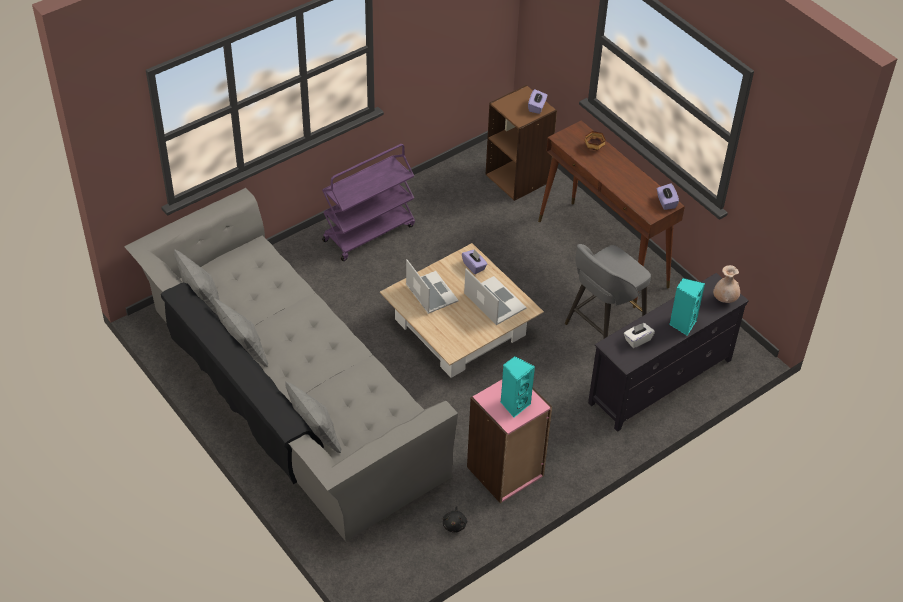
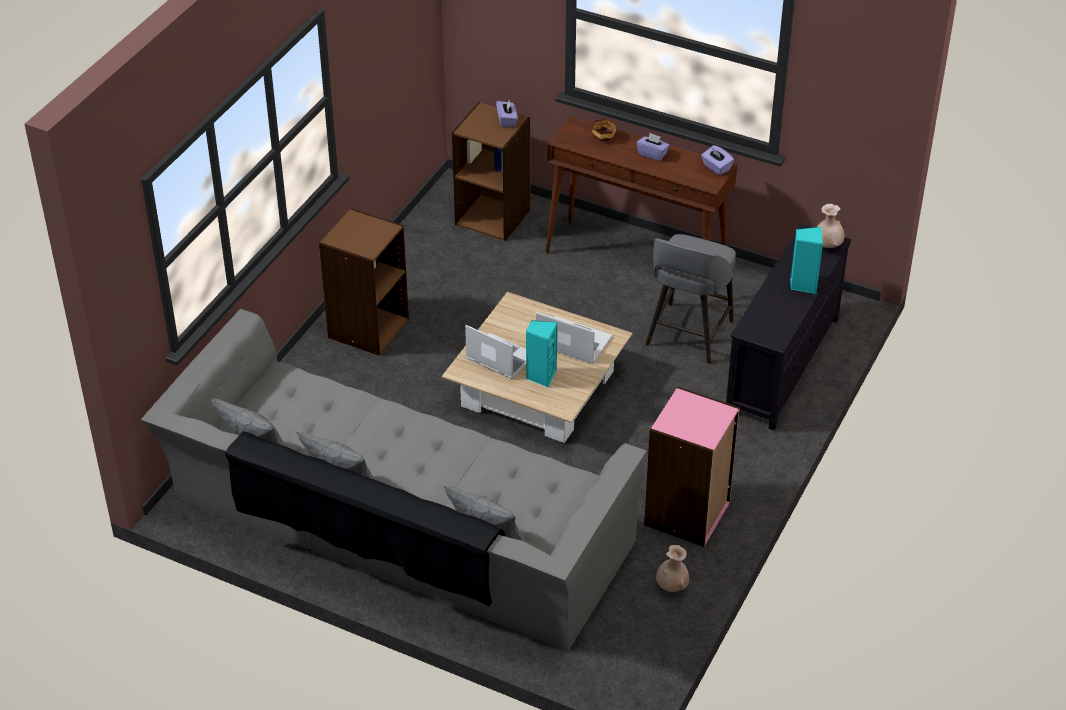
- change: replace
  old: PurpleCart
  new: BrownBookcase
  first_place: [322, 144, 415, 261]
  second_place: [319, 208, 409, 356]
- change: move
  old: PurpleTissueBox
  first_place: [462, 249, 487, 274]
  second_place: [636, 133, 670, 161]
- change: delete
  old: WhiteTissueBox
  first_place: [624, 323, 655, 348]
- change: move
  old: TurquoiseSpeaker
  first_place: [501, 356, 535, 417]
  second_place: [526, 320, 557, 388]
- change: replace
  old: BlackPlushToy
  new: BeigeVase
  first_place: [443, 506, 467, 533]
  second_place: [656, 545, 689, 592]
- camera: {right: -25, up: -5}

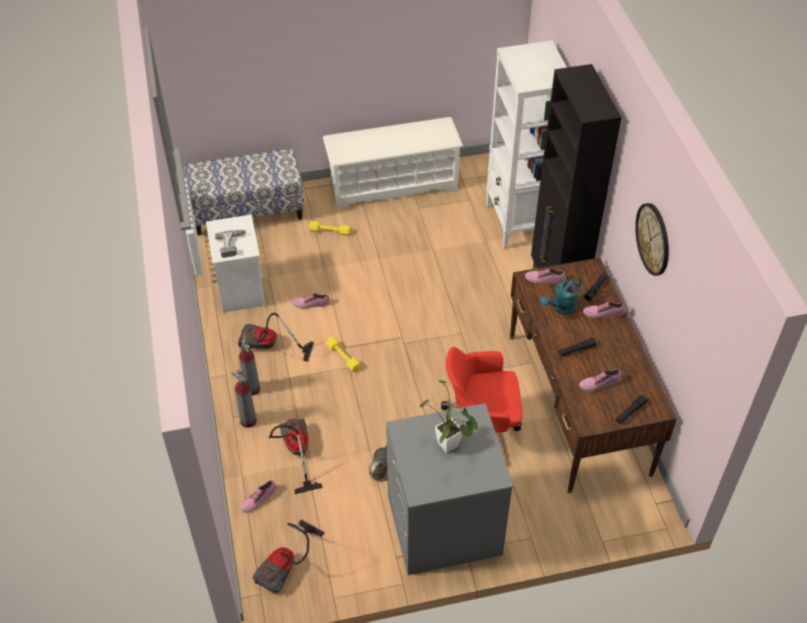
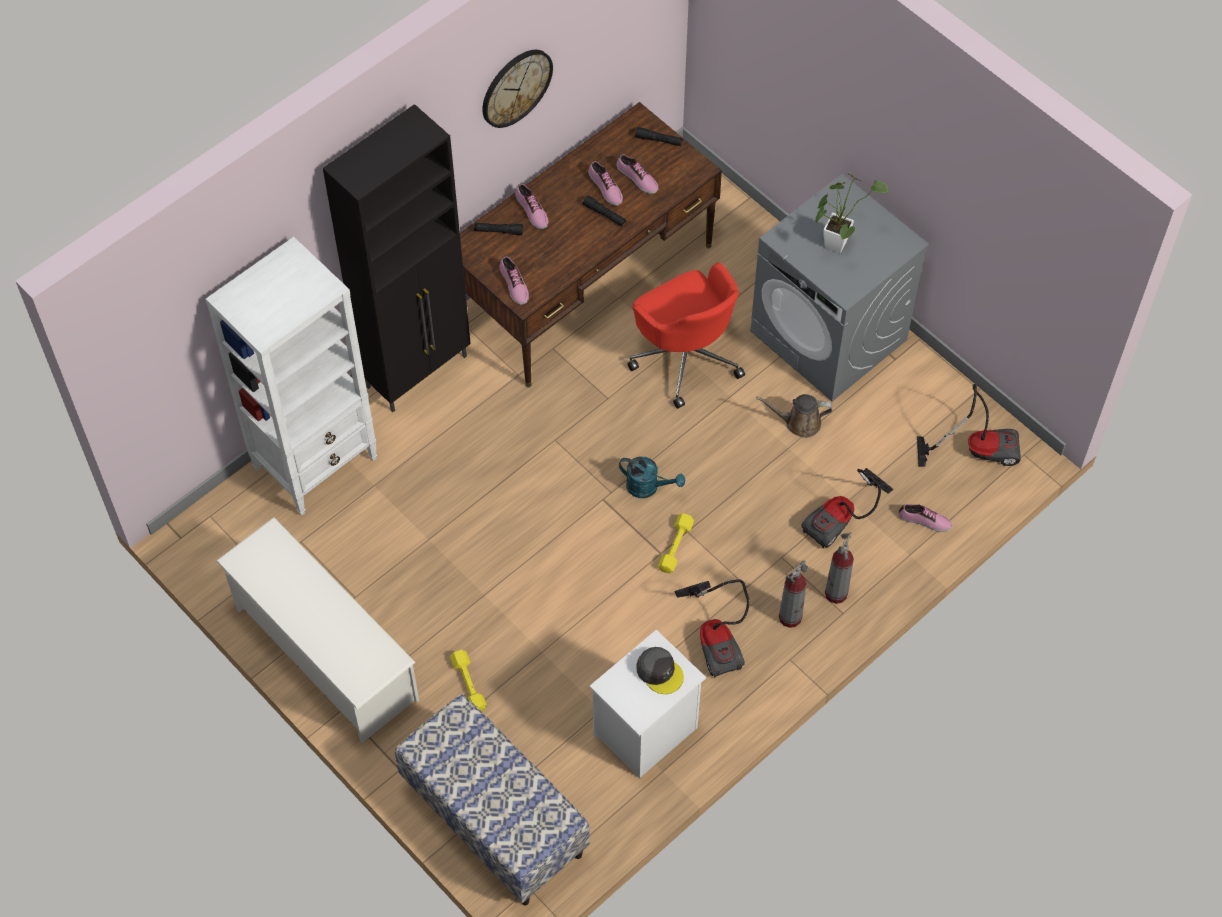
- change: replace
  old: PowerDrill
  new: GreyCap
  first_place: [215, 230, 247, 258]
  second_place: [636, 647, 684, 694]
- change: move
  old: TurquoiseWateringCan
  first_place: [540, 277, 582, 315]
  second_place: [619, 456, 685, 498]
- change: move
  old: Shoe
  first_place: [293, 293, 330, 308]
  second_place: [588, 161, 623, 206]
- camera: {right: -120, up: 10}

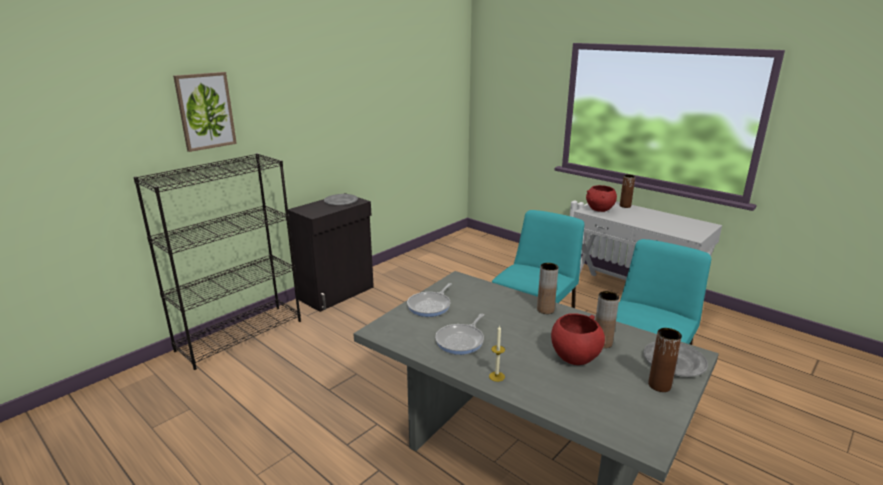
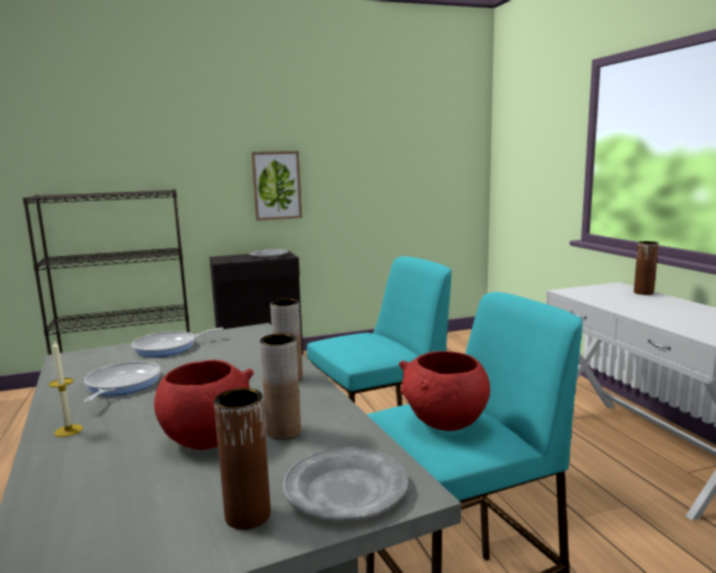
- change: move
  old: Picture
  first_place: [173, 72, 237, 152]
  second_place: [251, 151, 302, 221]
- change: move
  old: RedBowl
  first_place: [586, 185, 617, 212]
  second_place: [398, 351, 490, 431]
- change: rotate
  old: FryingPan
  first_place: [435, 314, 484, 355]
  second_place: [84, 361, 161, 403]
  degrees: 120
- camera: {right: 30, up: -10}

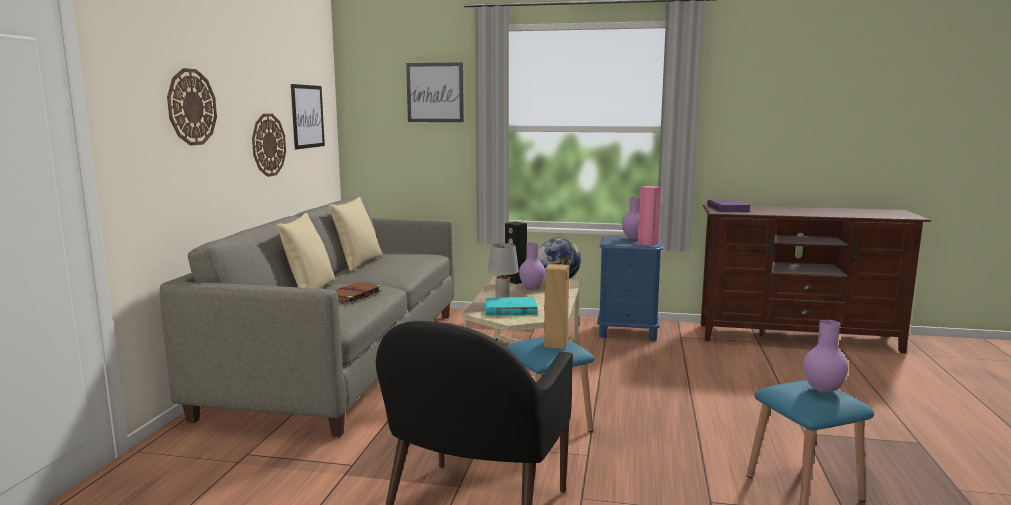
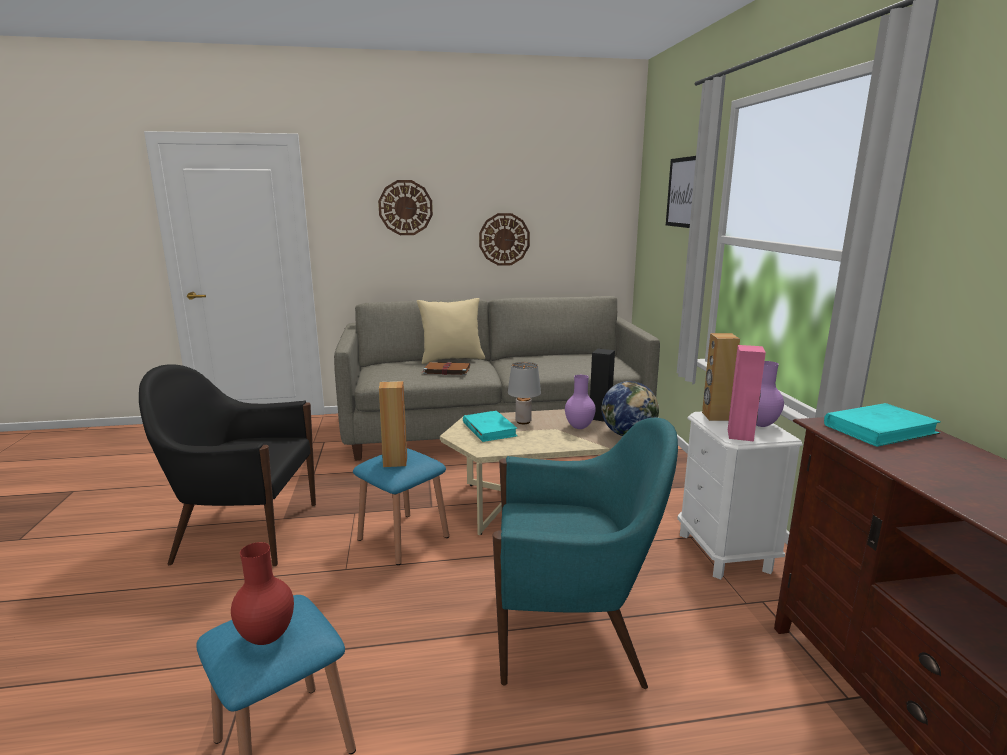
- change: delete
  old: Picture
  first_place: [291, 84, 325, 149]
- change: delete
  old: BeigePillow
  first_place: [329, 197, 382, 271]
- change: recolor
  old: PurpleBook
  new: TurquoiseBook
  first_place: [707, 199, 751, 212]
  second_place: [824, 403, 941, 447]
- change: recolor
  old: BlueNightstand
  new: WhiteNightstand
  first_place: [597, 236, 663, 341]
  second_place: [677, 411, 803, 580]
- change: recolor
  old: PurpleVase
  new: RedVase
  first_place: [803, 320, 848, 393]
  second_place: [231, 542, 294, 645]
- change: insert
  new: BrownSpeaker
  second_place: [702, 333, 740, 421]
- change: insert
  new: TurquoiseArmchair
  second_place: [493, 418, 678, 689]
- camera: {right: 70, up: 5}

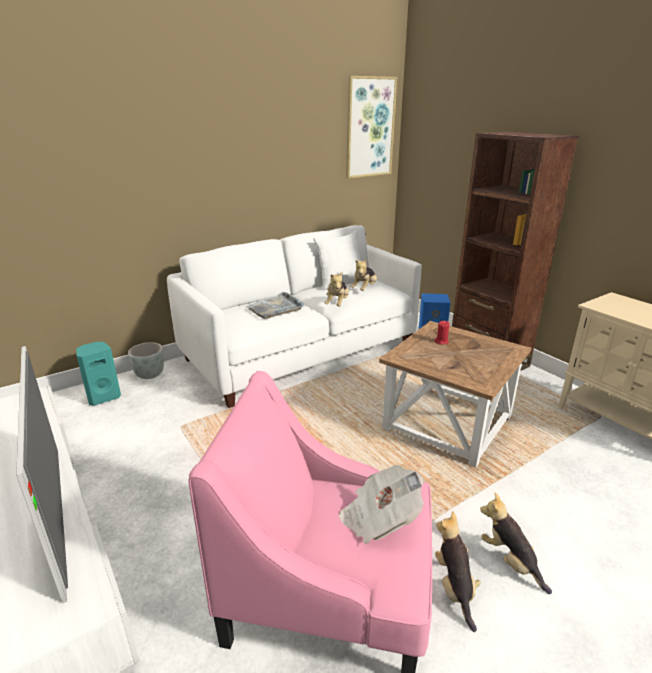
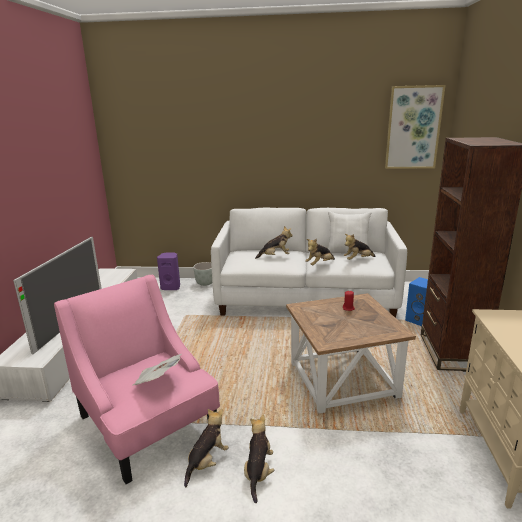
- change: replace
  old: GreyTray
  new: PlushToy
  first_place: [246, 292, 304, 319]
  second_place: [255, 226, 293, 259]
- change: recolor
  old: TurquoiseSpeaker
  new: PurpleSpeaker
  first_place: [76, 342, 121, 406]
  second_place: [157, 253, 180, 290]
- camera: {right: 40, up: -5}

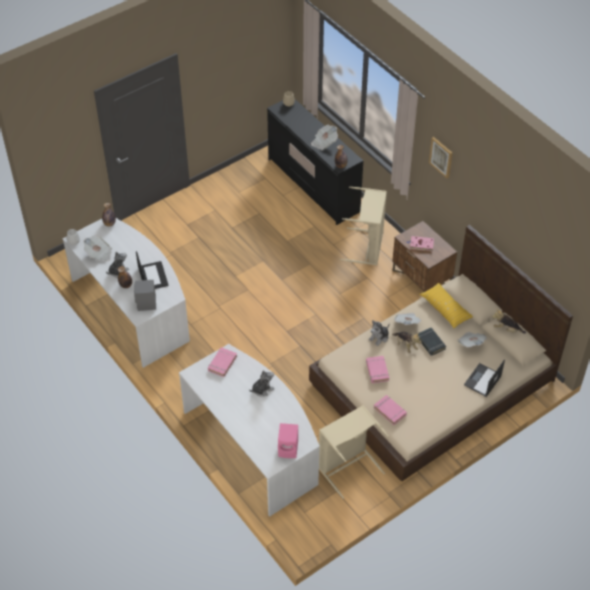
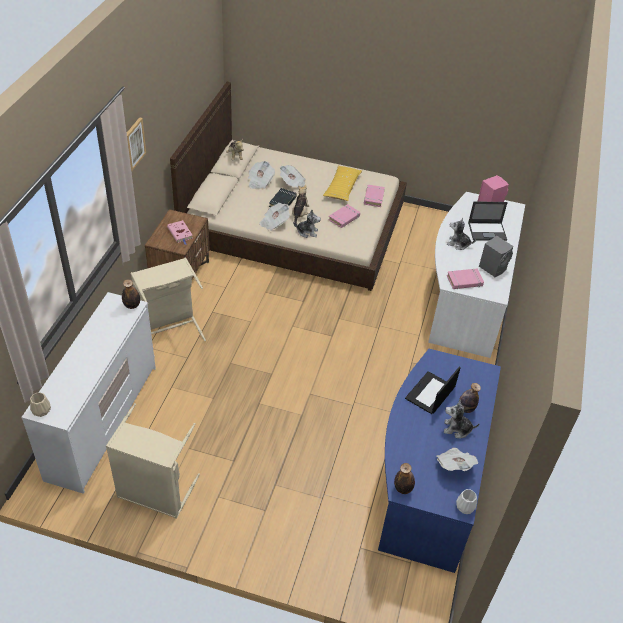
- change: recolor
  old: BlackDresser
  new: WhiteDresser
  first_place: [267, 99, 364, 225]
  second_place: [21, 292, 156, 494]
- change: move
  old: Newspaper
  first_place: [311, 125, 338, 150]
  second_place: [280, 165, 306, 188]
- change: recolor
  old: WhiteDesk
  new: BlueDesk
  first_place: [63, 218, 190, 368]
  second_place: [378, 349, 501, 573]
- change: move
  old: GreySpeaker
  first_place: [134, 280, 156, 311]
  second_place: [479, 236, 513, 277]
- change: move
  old: YellowPillow
  first_place: [419, 283, 473, 328]
  second_place: [323, 166, 362, 201]
- change: move
  old: Laptop
  first_place: [464, 359, 505, 397]
  second_place: [468, 201, 508, 241]
- change: move
  old: BeigeLaundryBasket
  first_place: [319, 405, 389, 499]
  second_place: [106, 403, 200, 519]
- camera: {right: -130, up: -5}

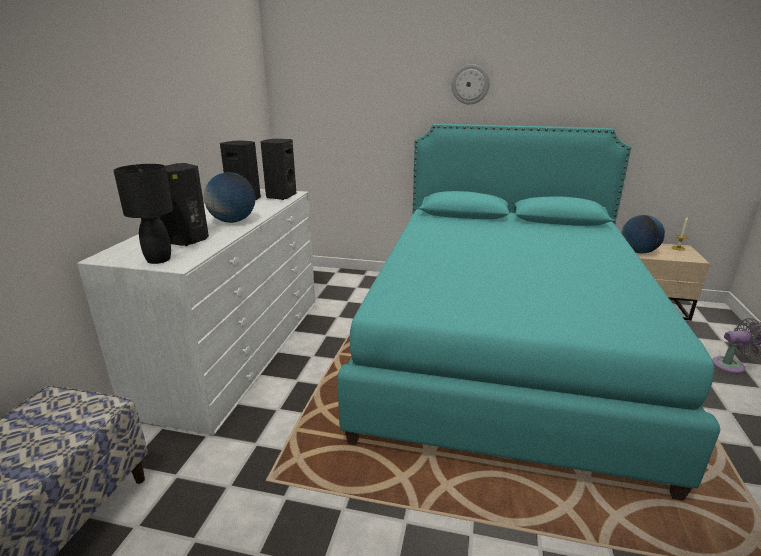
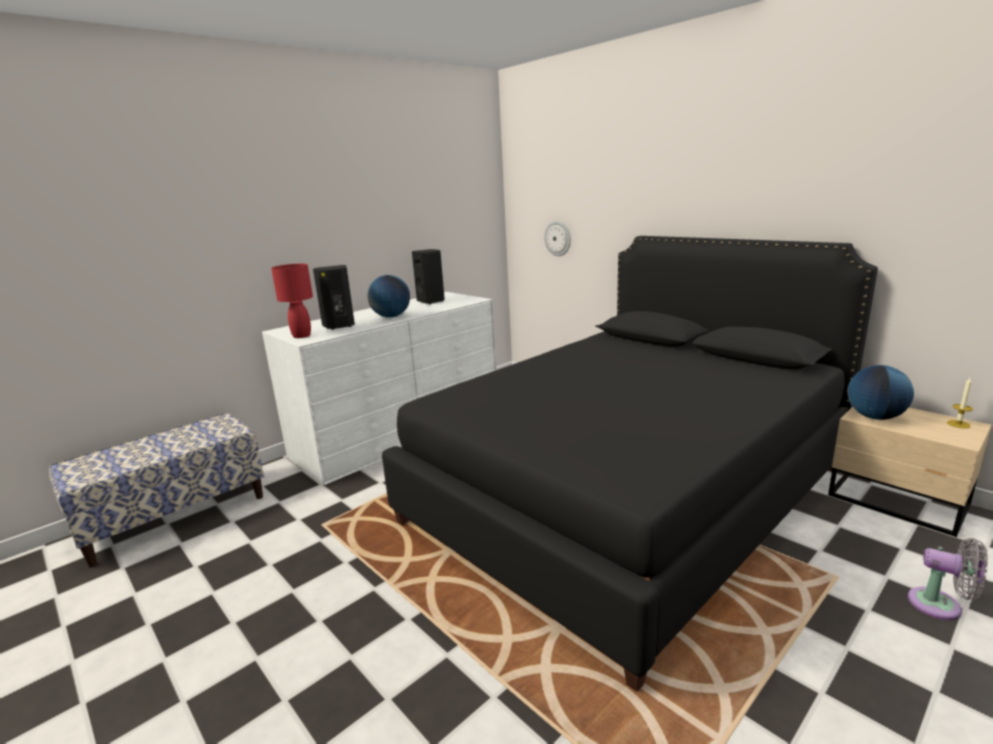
- change: move
  old: WallClock
  first_place: [452, 64, 490, 104]
  second_place: [544, 221, 571, 256]
- change: recolor
  old: TurquoiseBed
  new: BlackBed
  first_place: [337, 123, 720, 501]
  second_place: [382, 236, 878, 692]
- change: delete
  old: BlackSpeaker
  first_place: [260, 139, 296, 200]
- change: recolor
  old: BlackTableLamp
  new: RedTableLamp
  first_place: [113, 164, 173, 264]
  second_place: [271, 264, 313, 338]
- camera: {right: 35, up: -5}

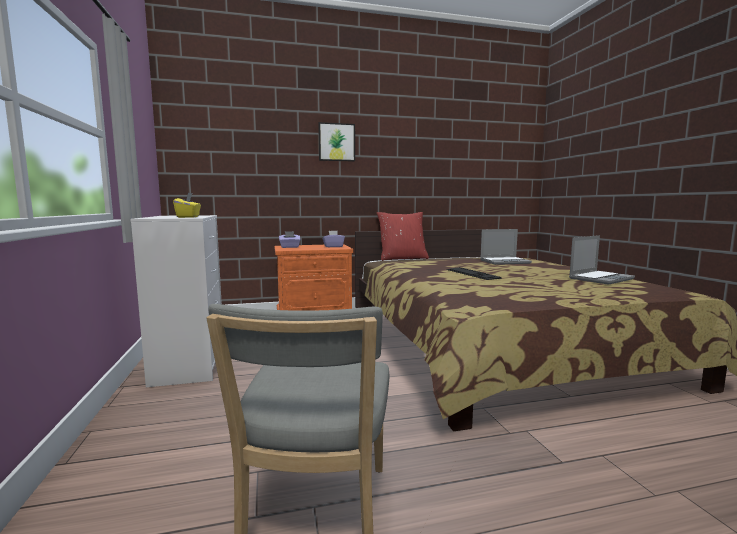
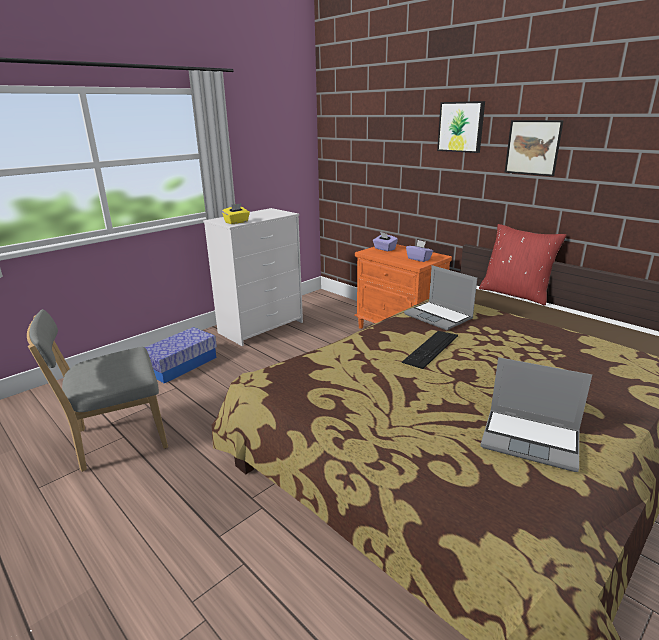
- change: move
  old: Laptop
  first_place: [480, 229, 532, 265]
  second_place: [404, 265, 477, 330]
- change: insert
  new: Picture
  second_place: [505, 120, 564, 176]
- change: insert
  new: StorageBox
  second_place: [145, 327, 217, 384]
- camera: {right: 60, up: 15}

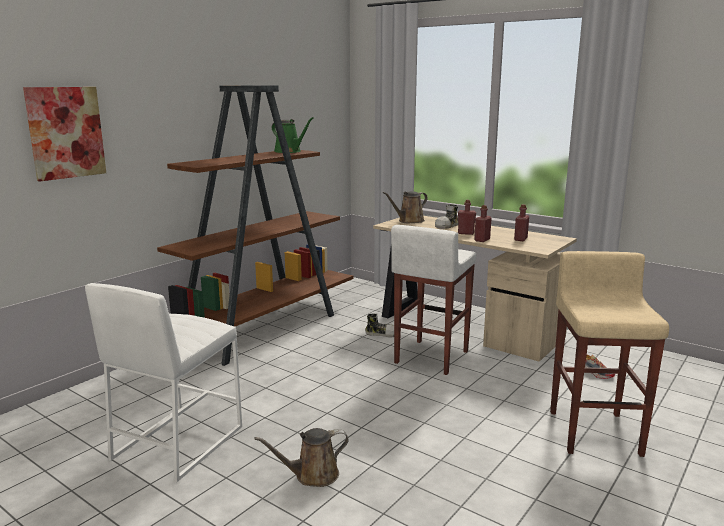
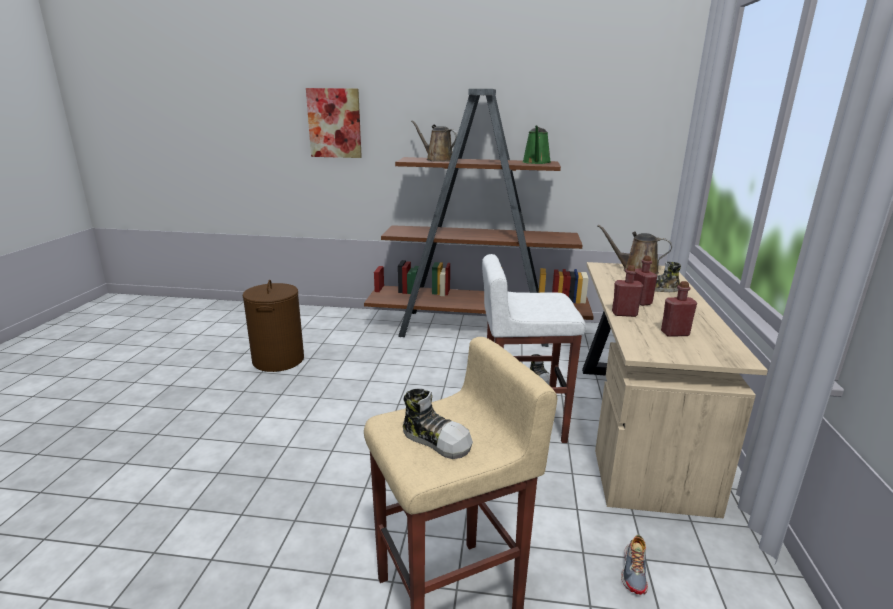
- change: replace
  old: WhiteStool
  new: BrownLaundryBasket
  first_place: [85, 283, 242, 482]
  second_place: [242, 280, 304, 372]
- change: move
  old: BrownWateringCan
  first_place: [254, 428, 349, 487]
  second_place: [411, 120, 458, 162]
- change: insert
  new: Shoe
  second_place: [403, 389, 473, 459]
- camera: {right: 60, up: 5}

